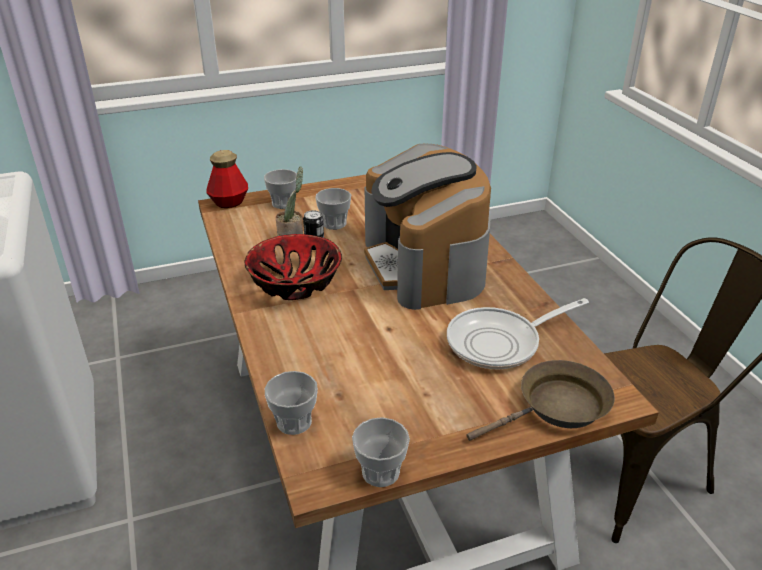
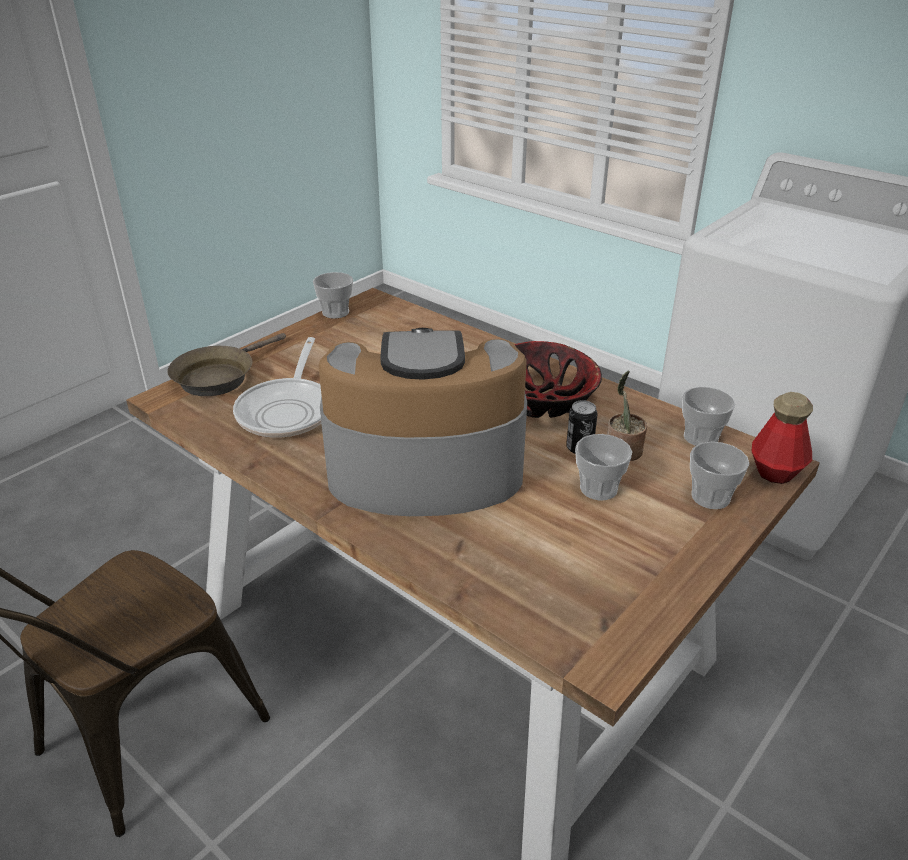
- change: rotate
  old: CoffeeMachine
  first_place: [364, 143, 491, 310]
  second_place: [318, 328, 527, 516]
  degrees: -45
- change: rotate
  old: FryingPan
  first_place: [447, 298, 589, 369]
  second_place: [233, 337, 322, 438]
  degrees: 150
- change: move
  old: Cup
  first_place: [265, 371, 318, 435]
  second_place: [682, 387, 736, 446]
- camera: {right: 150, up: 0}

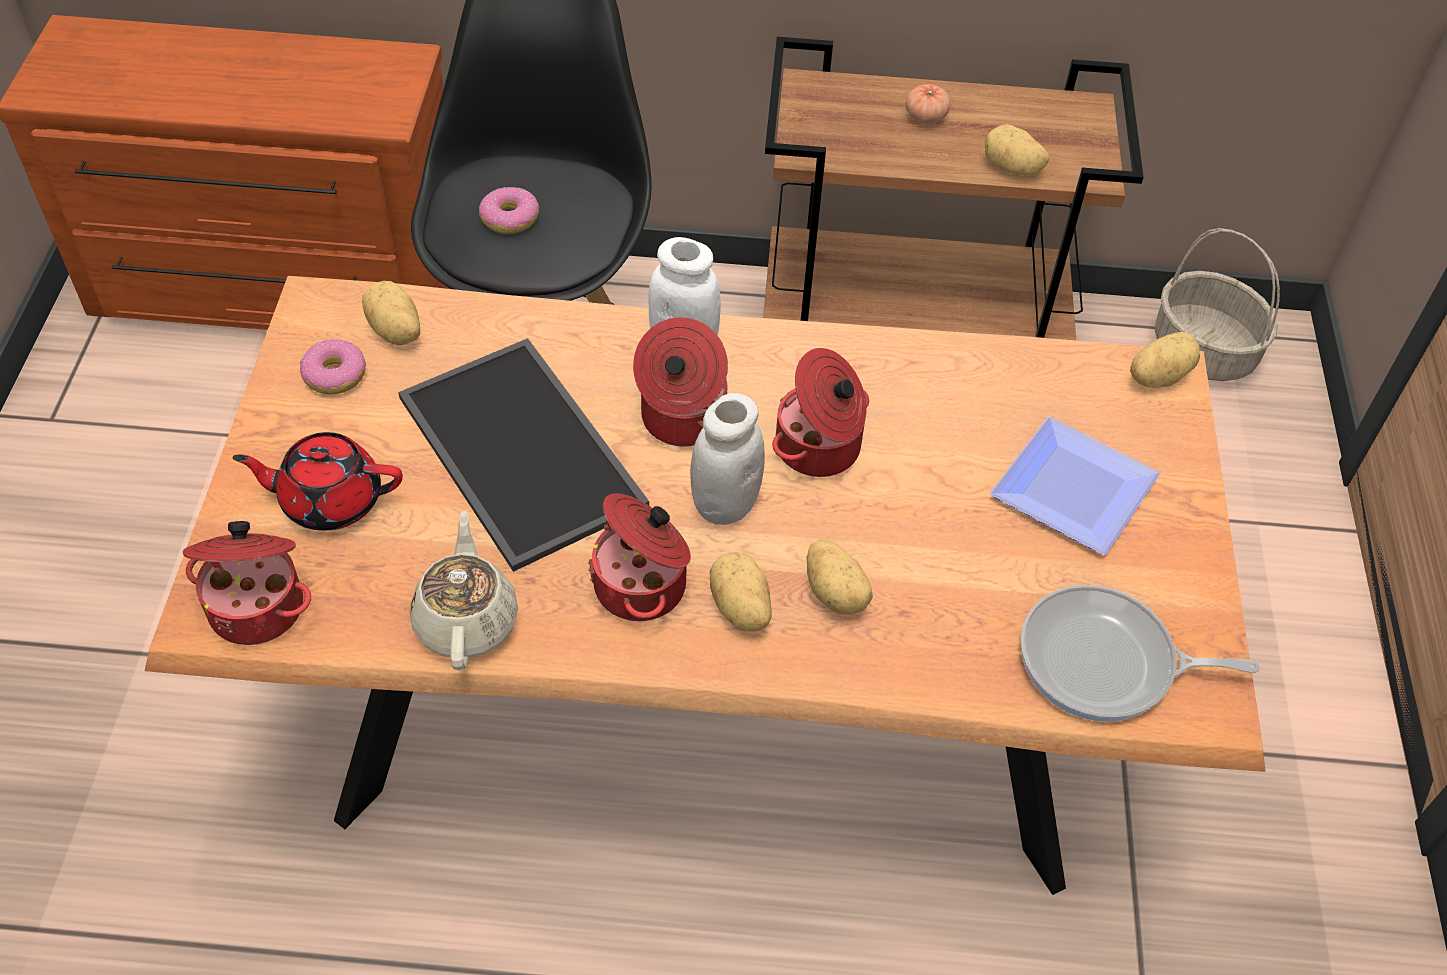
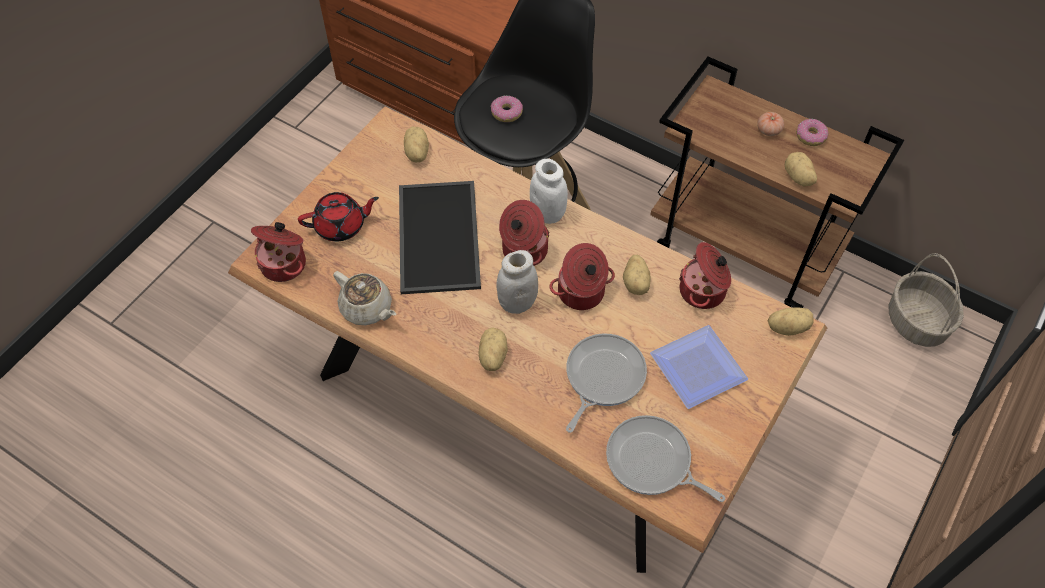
- change: move
  old: Donut
  first_place: [300, 339, 366, 394]
  second_place: [796, 119, 828, 146]
- change: rotate
  old: RedTeapot
  first_place: [232, 432, 403, 530]
  second_place: [298, 192, 379, 242]
  degrees: 135
- change: move
  old: CookingPot
  first_place: [588, 493, 691, 621]
  second_place: [679, 242, 731, 309]
- change: rotate
  old: BeigeTeapot
  first_place: [409, 511, 518, 670]
  second_place: [333, 271, 396, 326]
  degrees: 105
- change: move
  old: Potato
  first_place: [806, 539, 873, 615]
  second_place: [623, 255, 651, 295]
- change: insert
  new: FryingPan
  second_place: [566, 334, 647, 433]
- camera: {right: 30, up: 5}

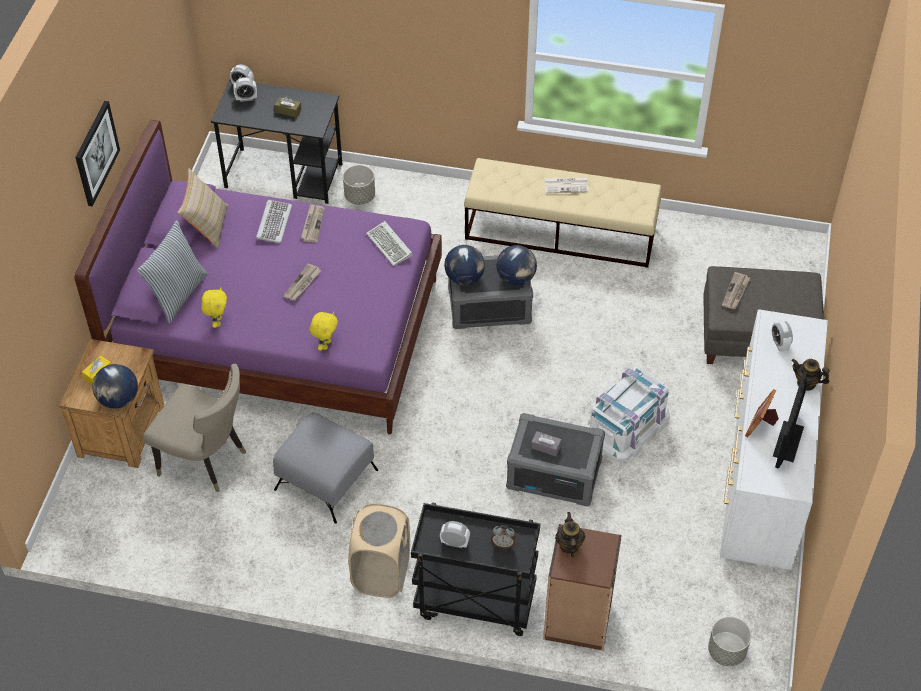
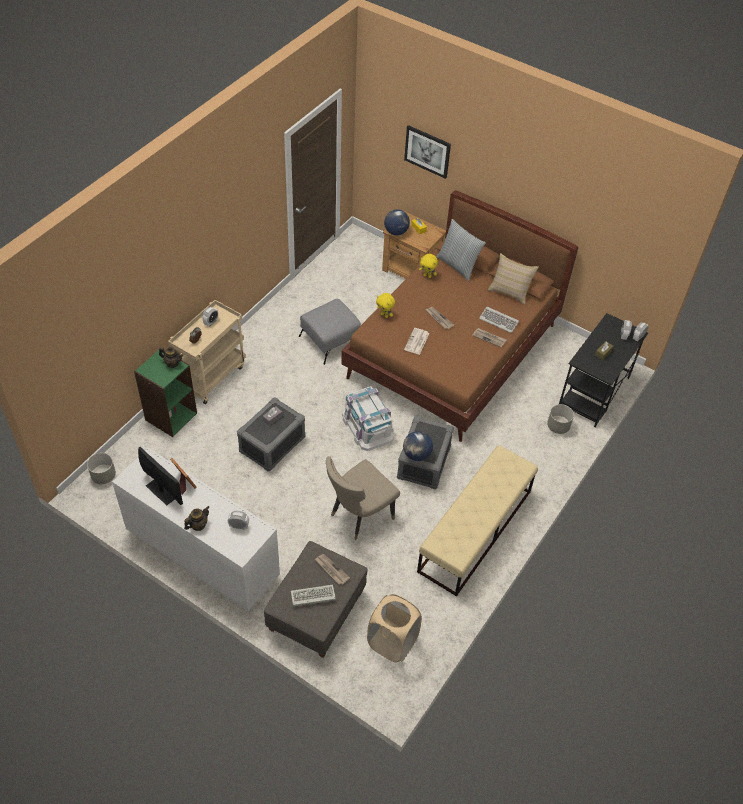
- change: move
  old: Picture
  first_place: [75, 101, 120, 206]
  second_place: [404, 125, 451, 179]
- change: recolor
  old: PurpleBed
  new: BrownBed
  first_place: [75, 120, 442, 434]
  second_place: [341, 190, 578, 442]
- change: move
  old: Newspaper
  first_place: [544, 177, 589, 193]
  second_place: [404, 328, 430, 355]
- change: move
  old: Keyboard
  first_place: [366, 221, 413, 266]
  second_place: [291, 584, 336, 606]
- change: delete
  old: Globe
  first_place: [444, 245, 485, 285]
- change: move
  old: BeigeChair
  first_place: [143, 364, 246, 493]
  second_place: [326, 456, 400, 540]
- change: move
  old: WhiteStorageBox
  first_place: [587, 367, 670, 462]
  second_place: [342, 386, 394, 451]
- change: recolor
  old: BlackCart
  new: BeigeCart
  first_place: [411, 502, 540, 636]
  second_place: [168, 300, 246, 404]
- change: move
  old: BeigeLaundryBasket
  first_place: [348, 504, 410, 598]
  second_place: [367, 594, 422, 663]
- change: recolor
  old: BrownBookcase
  new: GreenBookcase
  first_place: [543, 524, 622, 651]
  second_place: [134, 350, 197, 437]
- camera: {right: 110, up: 0}

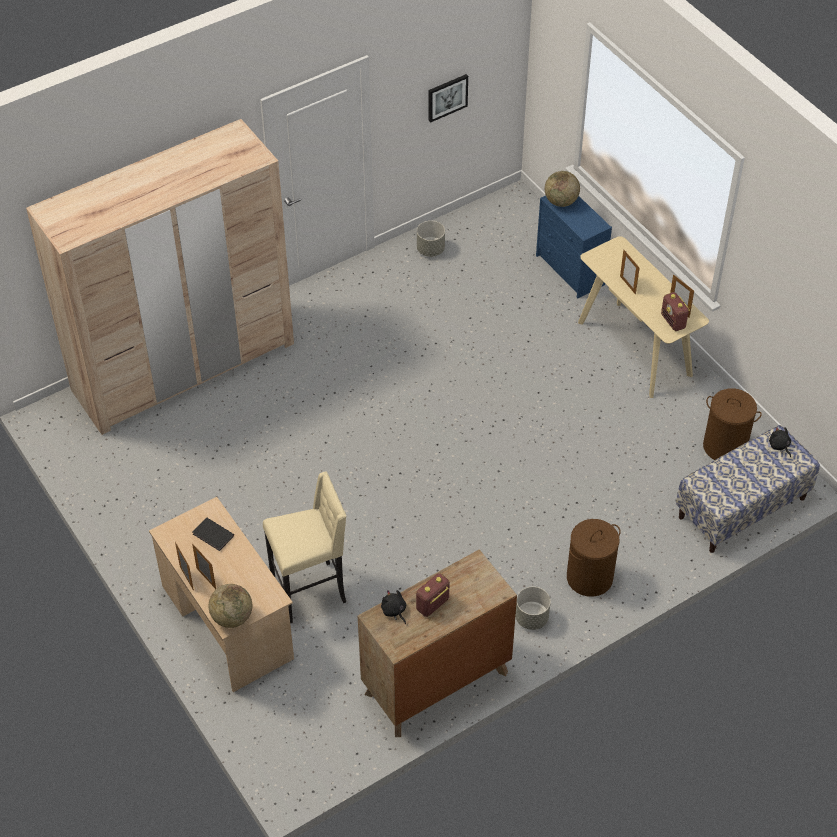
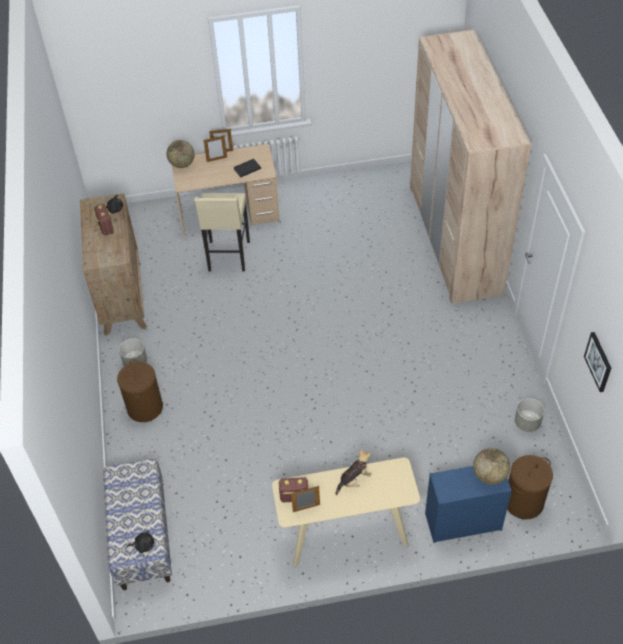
- change: replace
  old: PictureFrame
  new: PlushToy
  first_place: [620, 249, 640, 295]
  second_place: [336, 450, 371, 495]
- change: move
  old: BrownLaundryBasket
  first_place: [703, 388, 762, 460]
  second_place: [507, 455, 553, 519]
- camera: {right: 115, up: 0}

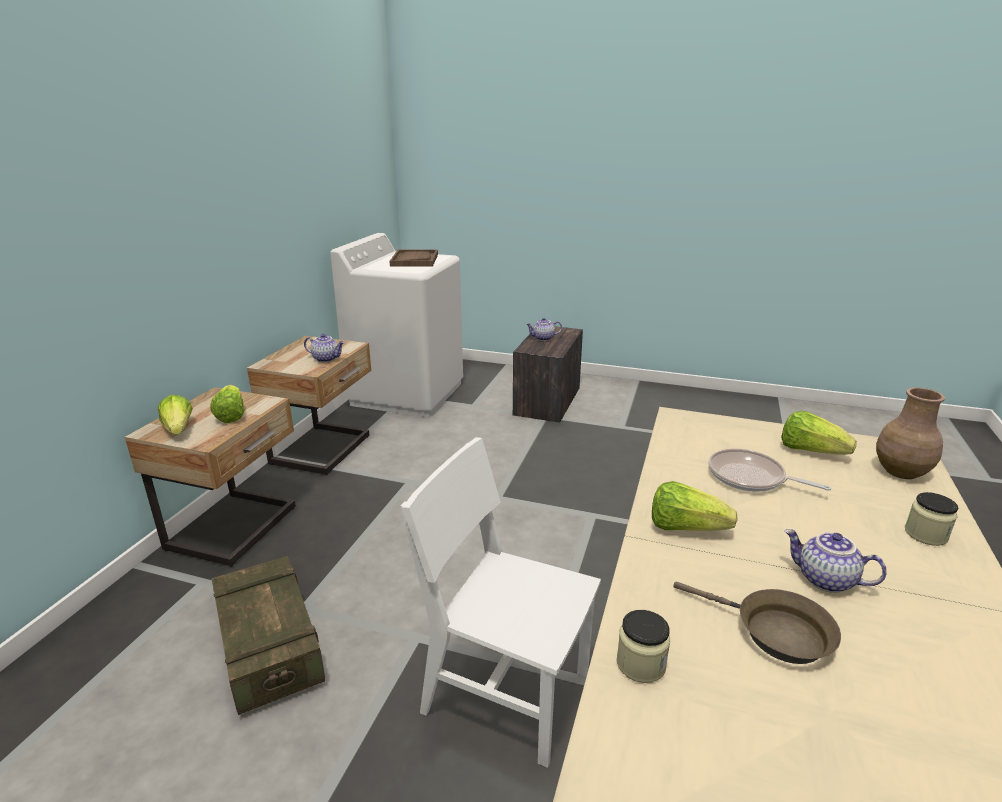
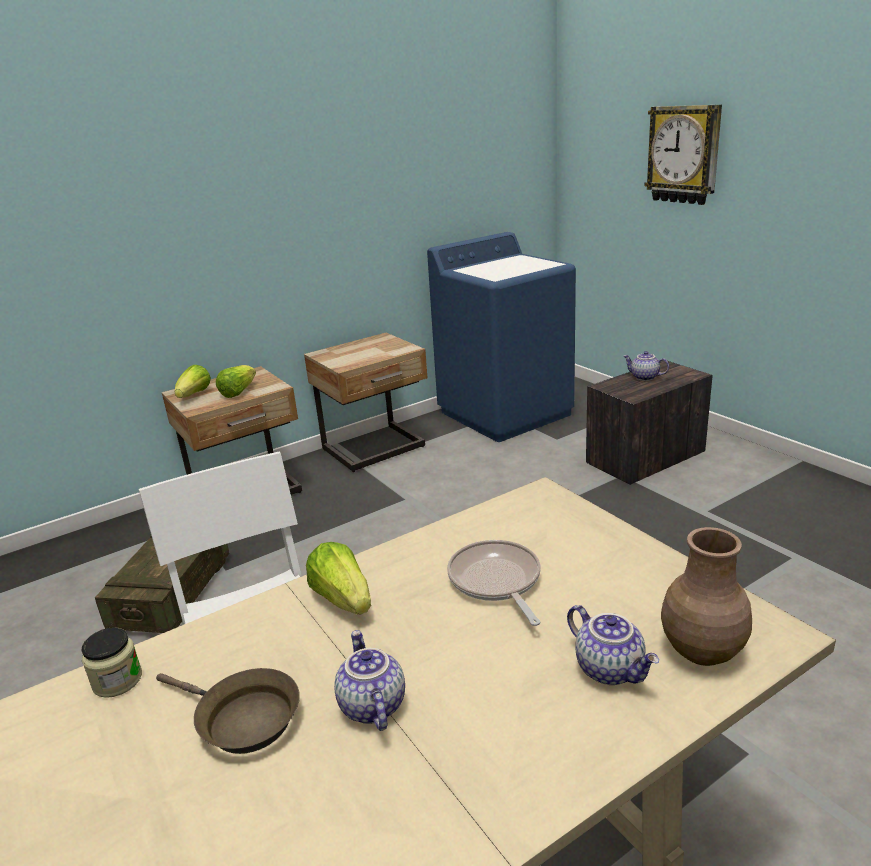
- change: recolor
  old: WhiteWashingMachine
  new: BlueWashingMachine
  first_place: [330, 233, 463, 417]
  second_place: [427, 232, 576, 442]
- change: delete
  old: BrownTray
  first_place: [390, 250, 438, 267]
- change: move
  old: Teapot
  first_place: [304, 334, 345, 362]
  second_place: [567, 605, 659, 685]
- change: delete
  old: Lettuce
  first_place: [781, 411, 857, 455]
- change: delete
  old: Jar
  first_place: [905, 492, 958, 546]
- change: rotate
  old: BrownFryingPan
  first_place: [673, 581, 841, 664]
  second_place: [156, 668, 300, 754]
  degrees: -45
- change: insert
  new: WallClock
  second_place: [644, 105, 722, 205]
- camera: {right: 40, up: 0}

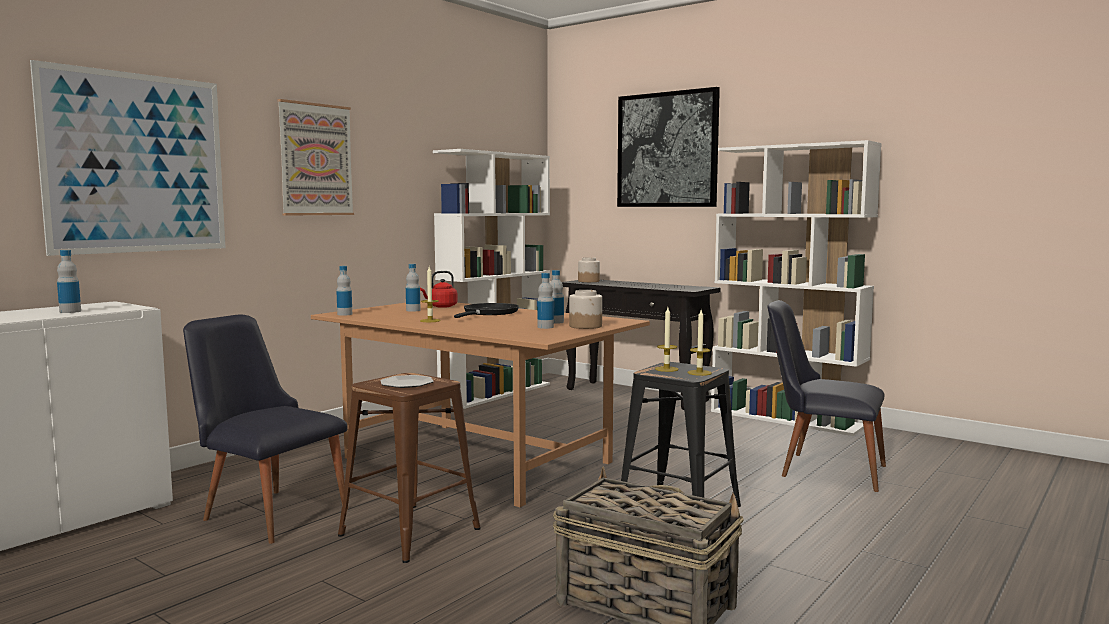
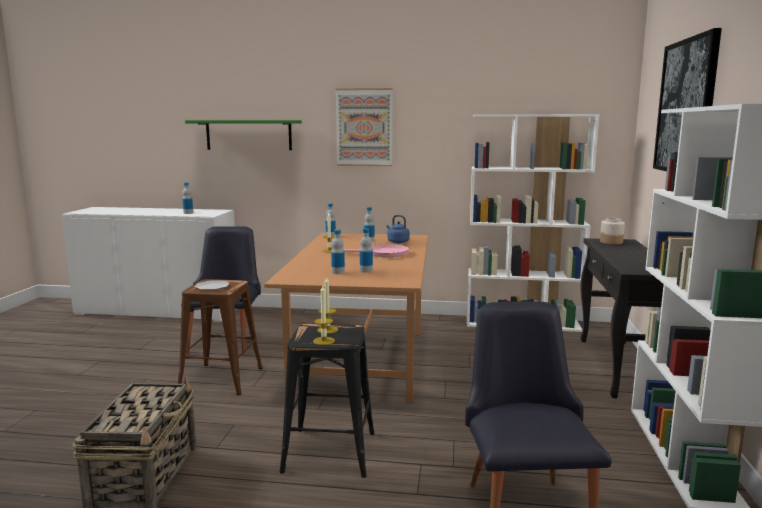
- change: replace
  old: Picture
  new: GreenShelf
  first_place: [30, 60, 226, 256]
  second_place: [185, 120, 302, 150]
- change: recolor
  old: RedKettle
  new: BlueKettle
  first_place: [420, 271, 458, 308]
  second_place: [386, 215, 410, 243]
- change: delete
  old: Jar
  first_place: [569, 290, 602, 329]
- change: recolor
  old: BlackFryingPan
  new: PinkFryingPan
  first_place: [454, 303, 519, 318]
  second_place: [344, 244, 409, 257]
- camera: {right: 60, up: 5}

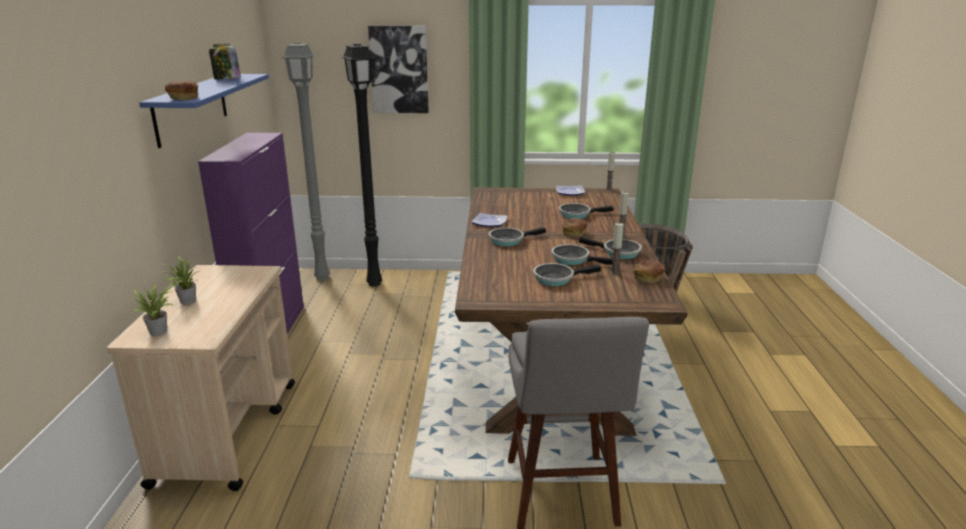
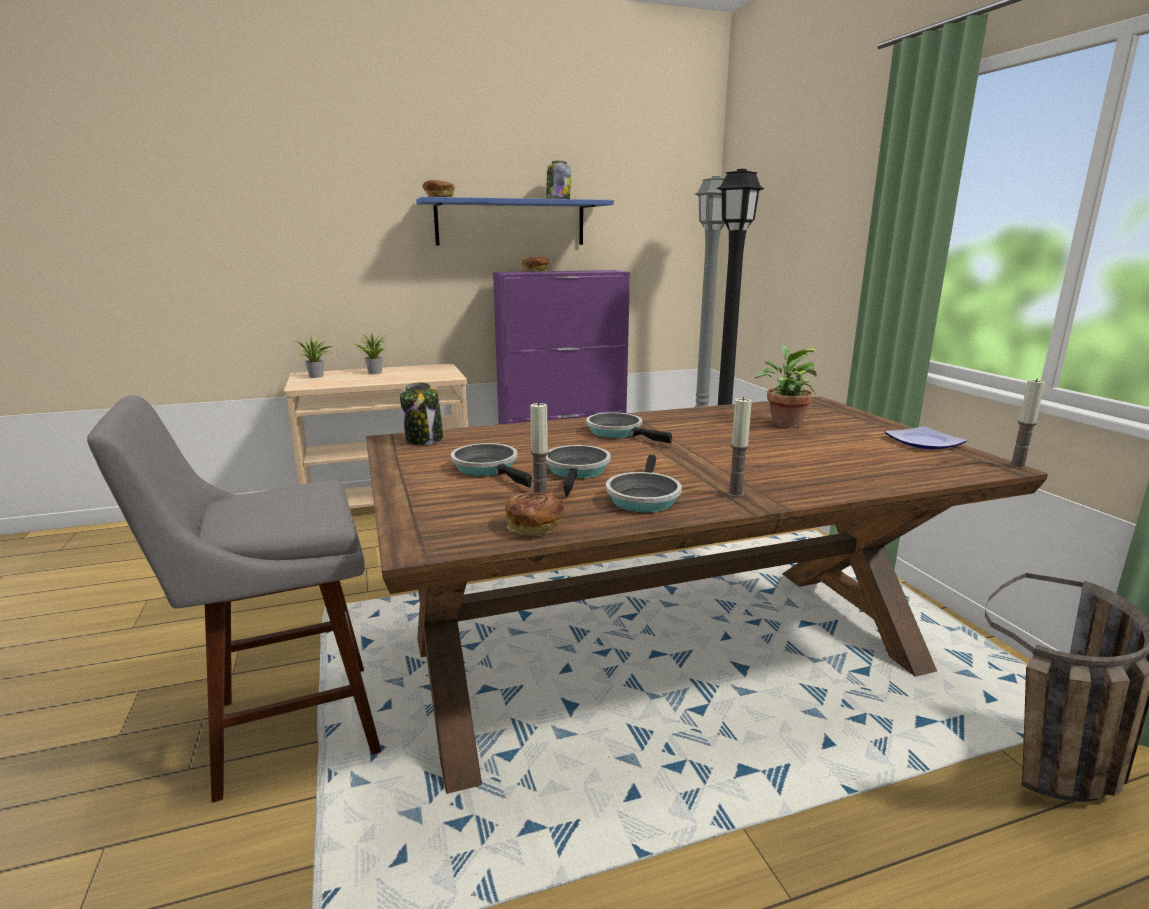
- change: delete
  old: Picture
  first_place: [368, 26, 429, 113]
- change: delete
  old: FryingPan
  first_place: [559, 203, 613, 219]
- change: delete
  old: Plate
  first_place: [472, 213, 508, 227]
- change: move
  old: Bread
  first_place: [563, 218, 587, 236]
  second_place: [522, 257, 550, 272]
- change: insert
  new: PottedPlant
  second_place: [755, 346, 817, 428]
- change: insert
  new: Jar
  second_place: [400, 382, 443, 445]
- camera: {right: 70, up: -5}

